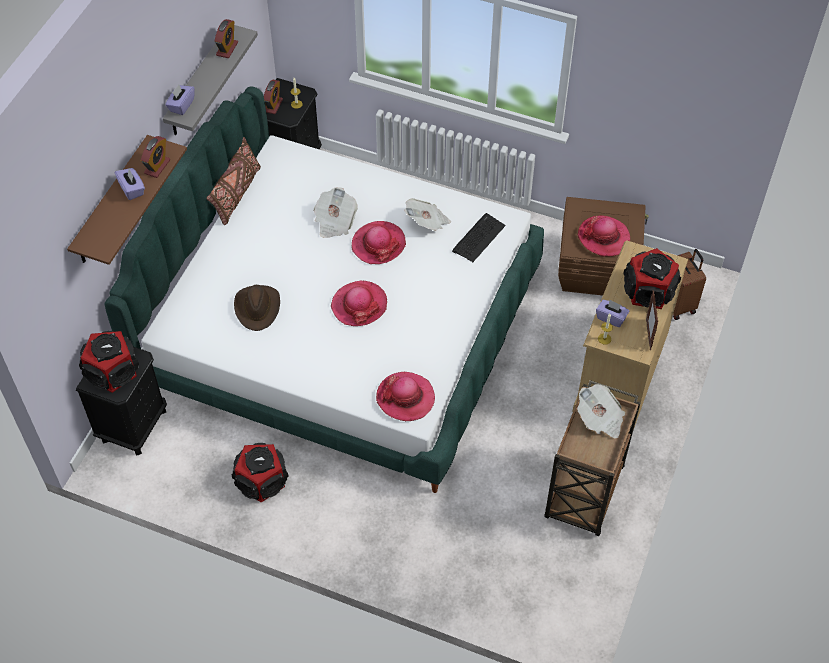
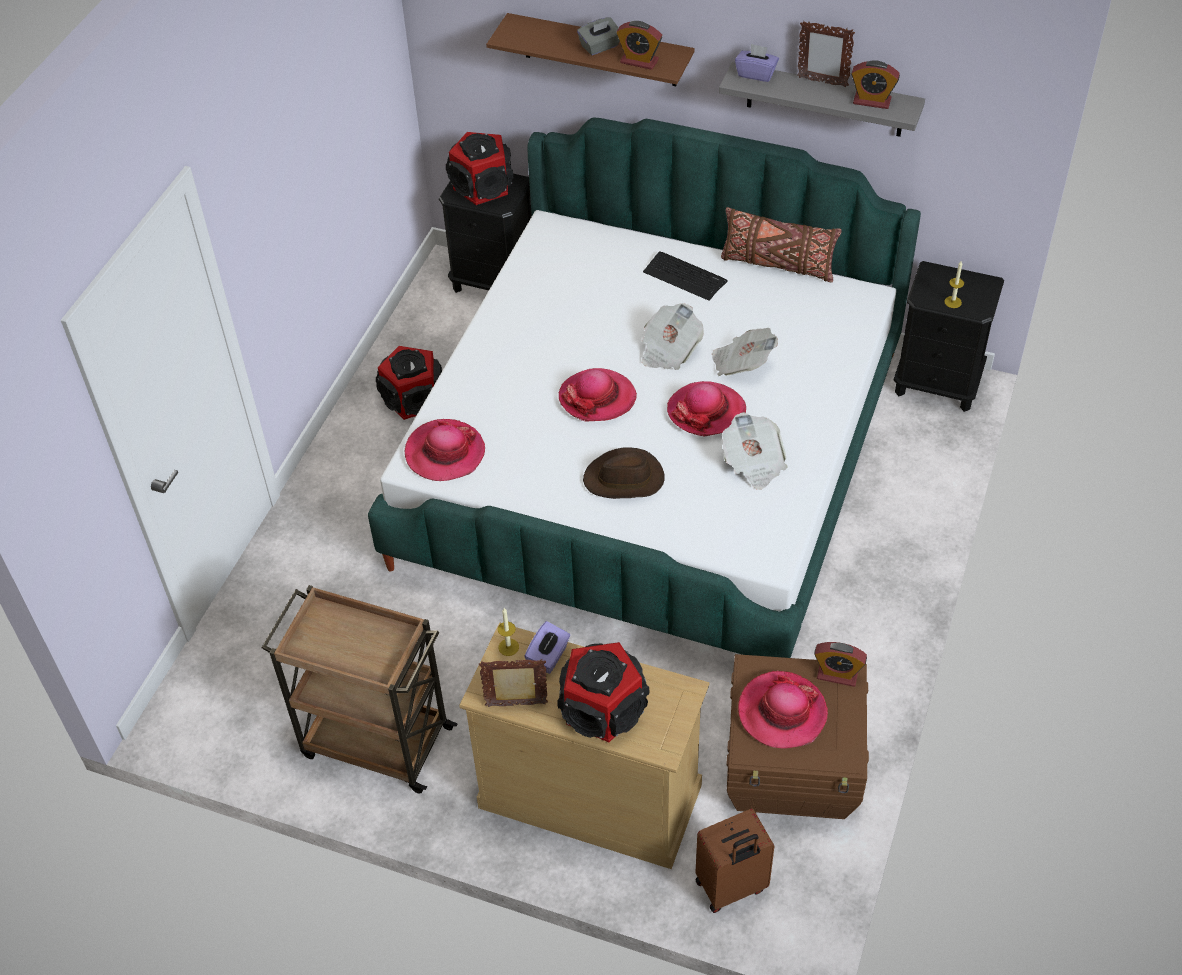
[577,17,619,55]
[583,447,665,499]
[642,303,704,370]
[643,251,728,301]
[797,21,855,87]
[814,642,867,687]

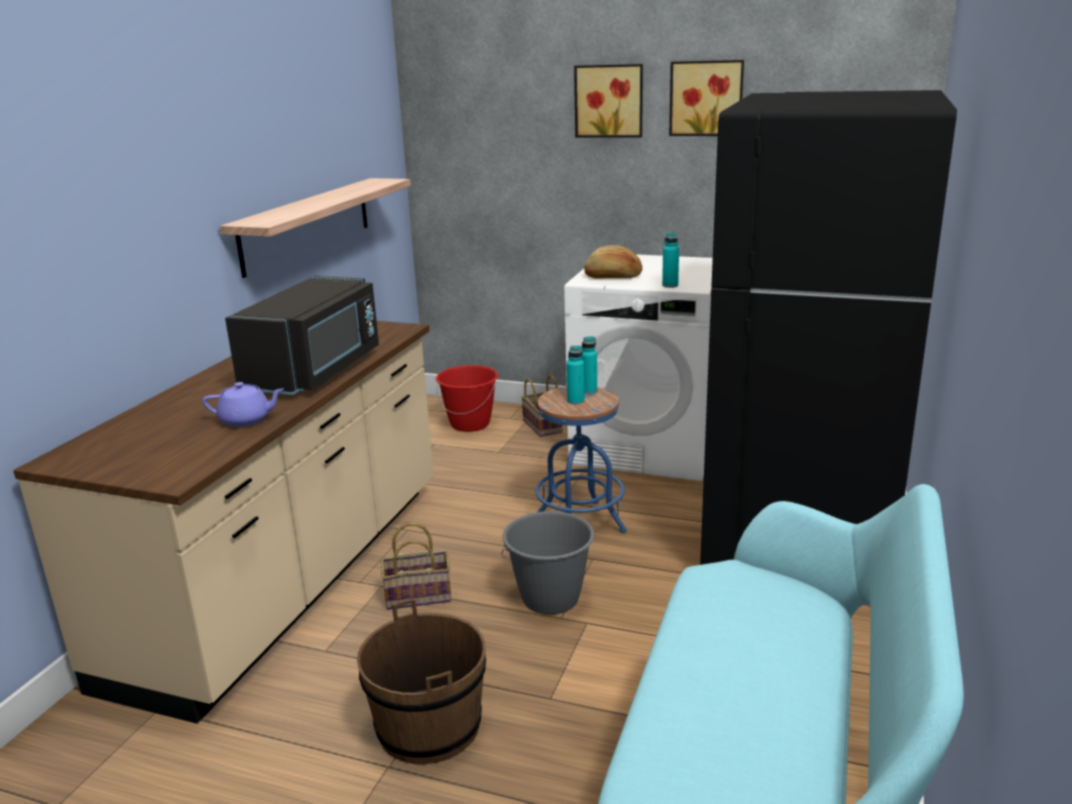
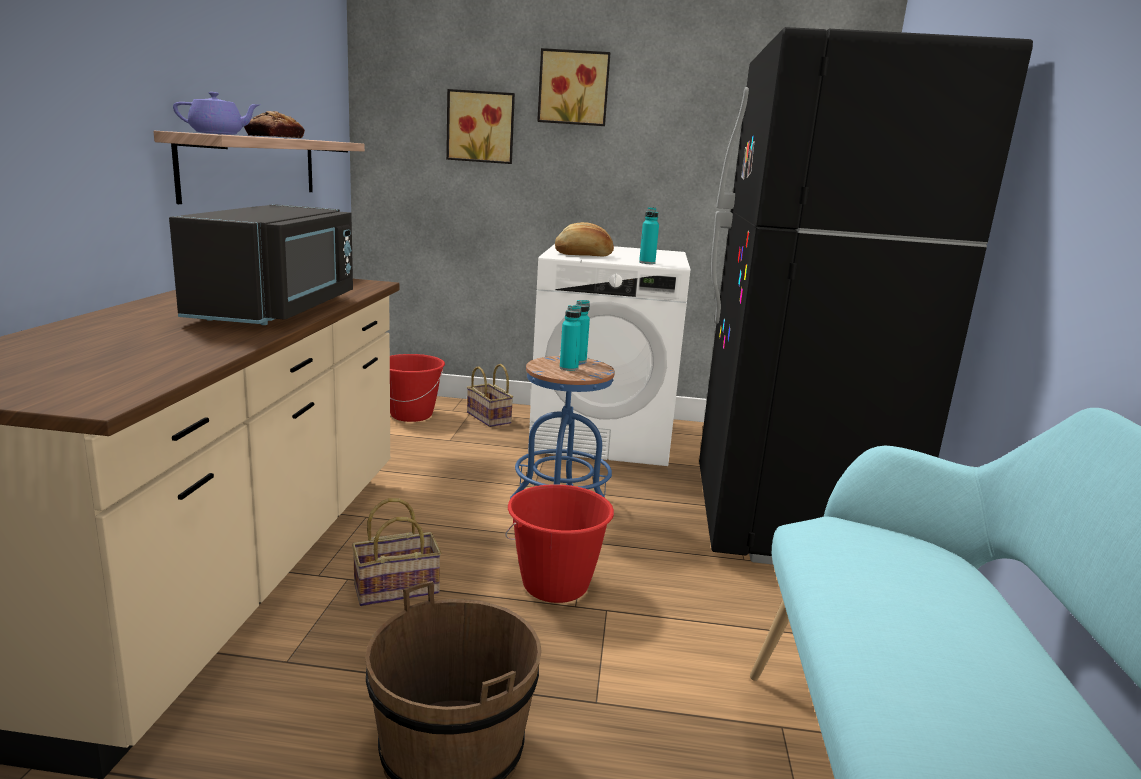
[173,92,259,135]
[244,111,305,138]
[446,89,515,164]
[505,484,614,603]

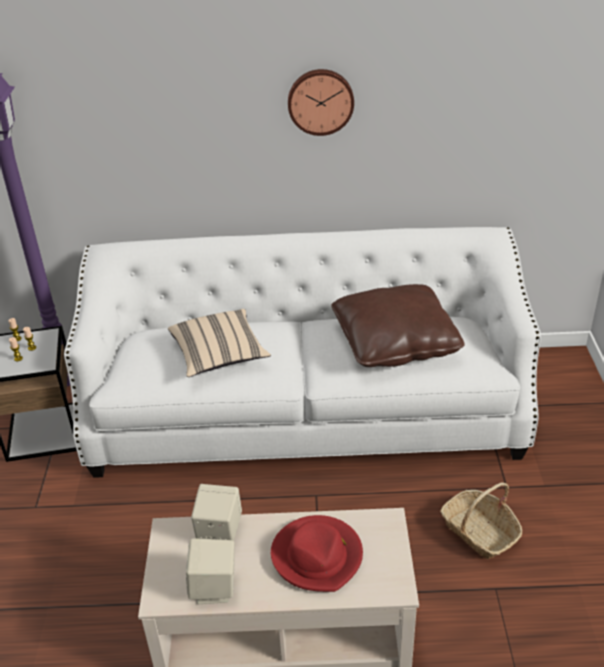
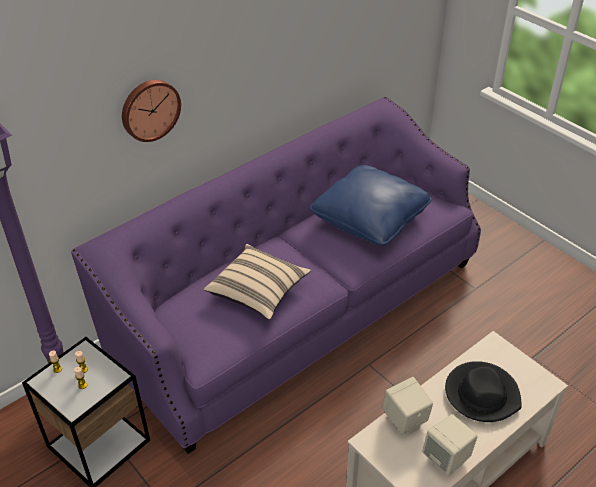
[71,97,481,454]
[122,80,181,142]
[310,165,432,245]
[445,361,522,422]
[440,482,522,560] (first image)

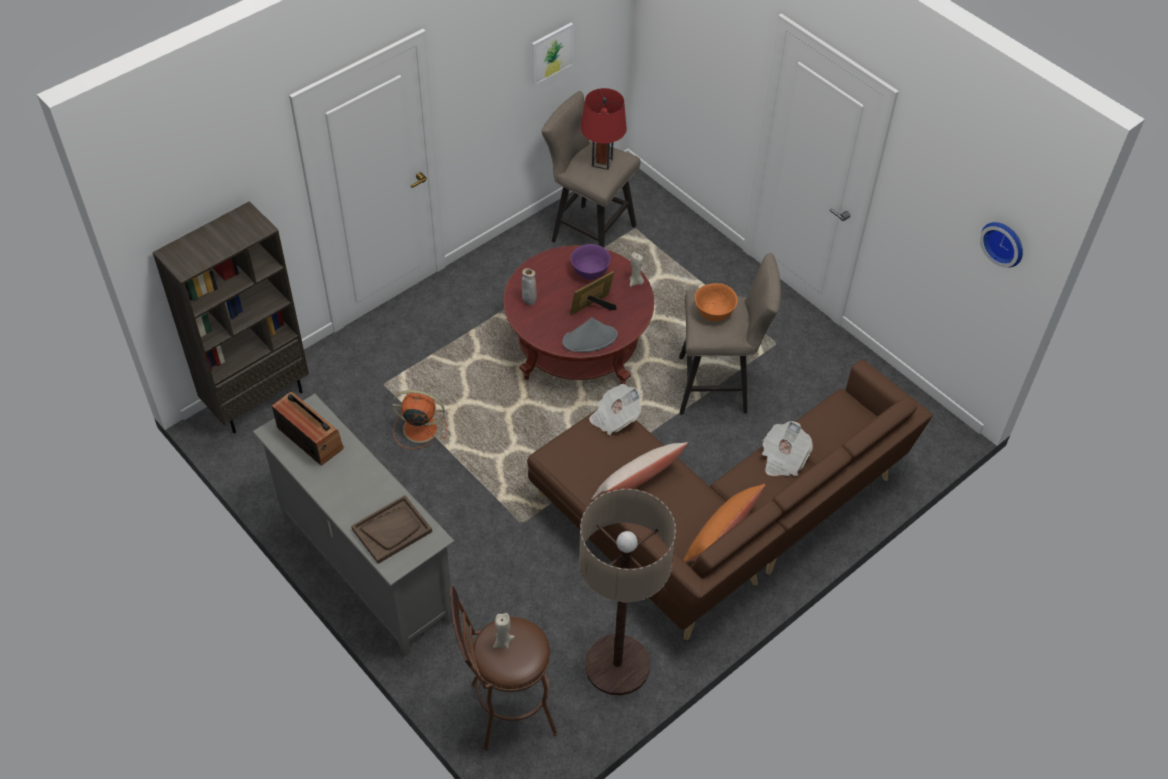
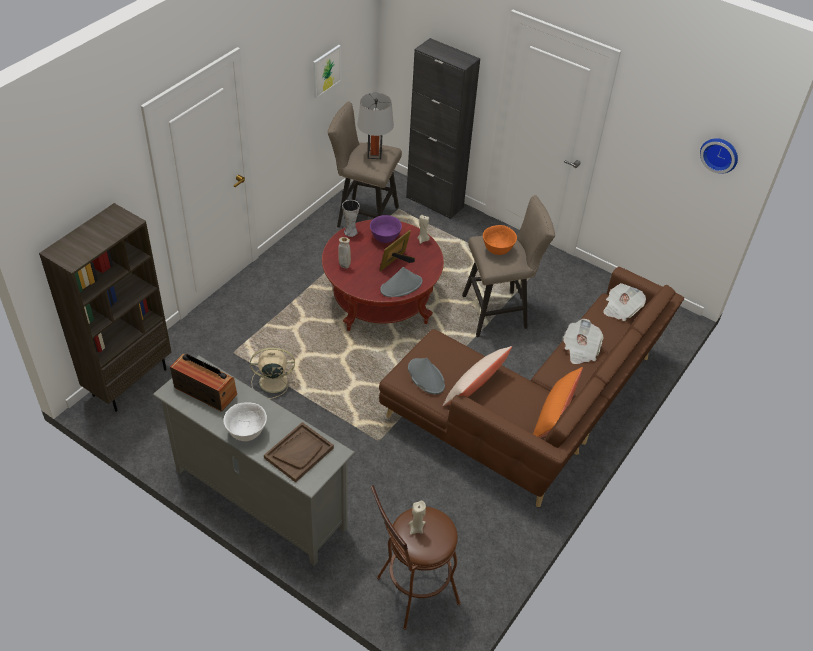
[223,402,267,441]
[250,347,297,399]
[342,200,360,237]
[357,93,394,159]
[406,38,480,219]
[408,358,445,395]
[603,283,646,321]
[579,489,676,696] (first image)

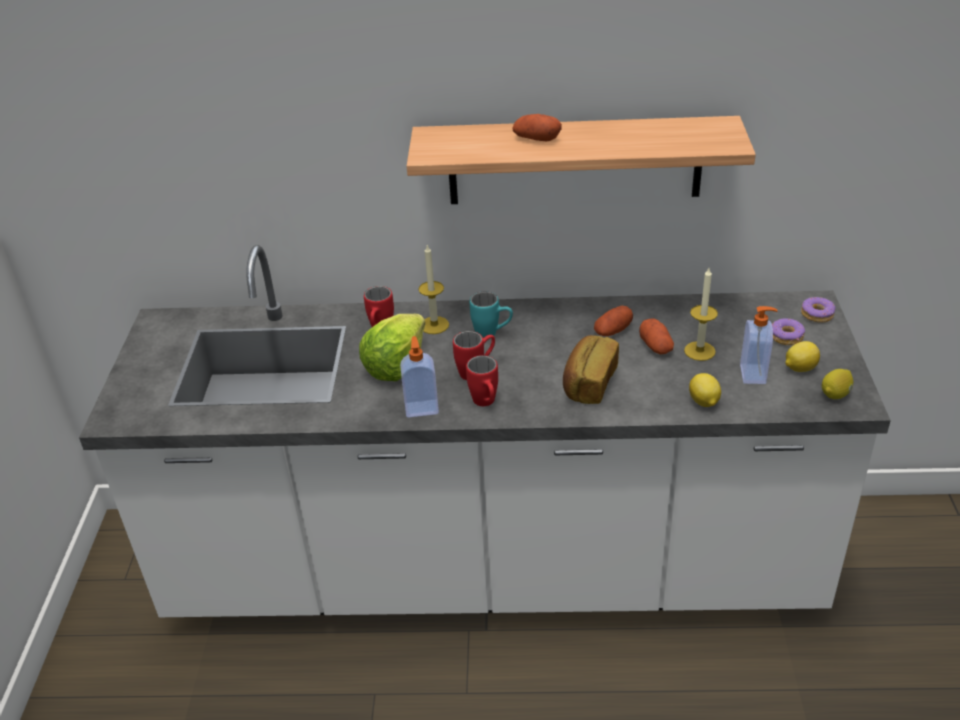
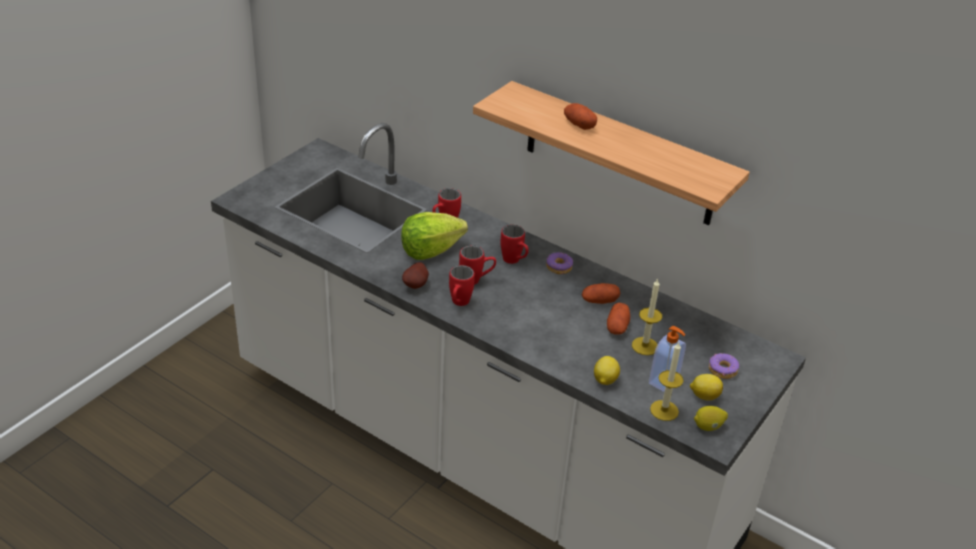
[402,262,429,289]
[501,225,529,264]
[546,252,573,274]
[650,342,684,421]
[563,335,619,404] (first image)

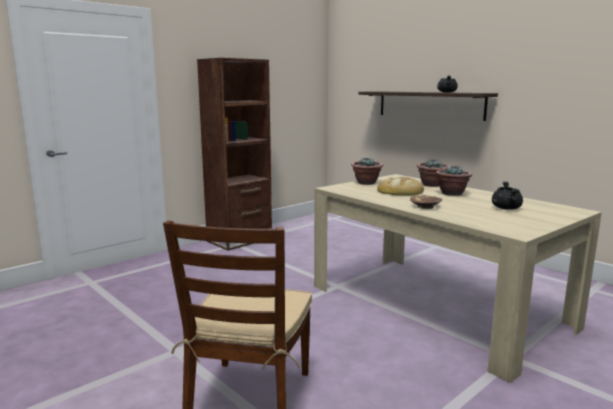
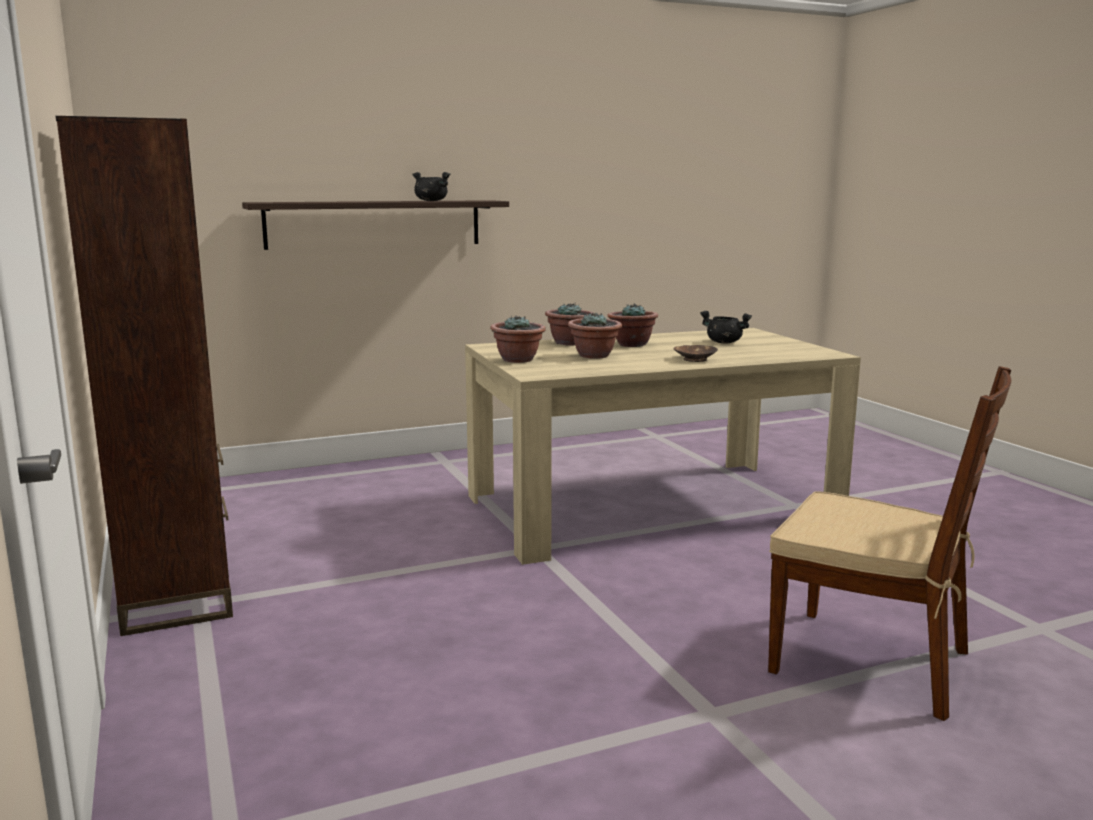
[568,312,622,359]

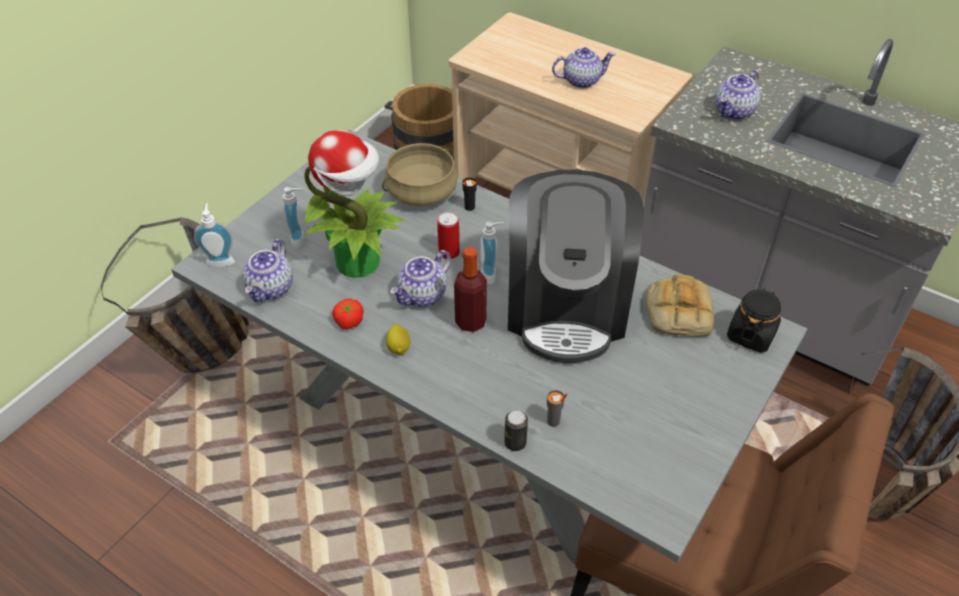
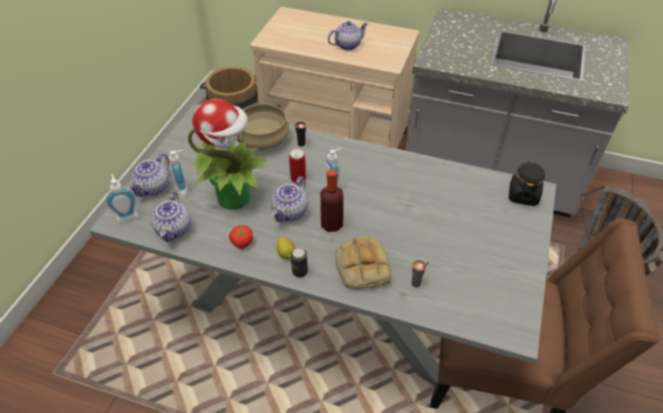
[127,153,169,197]
[291,248,308,278]
[335,237,392,289]
[101,217,249,373] (first image)
[508,170,644,363] (first image)

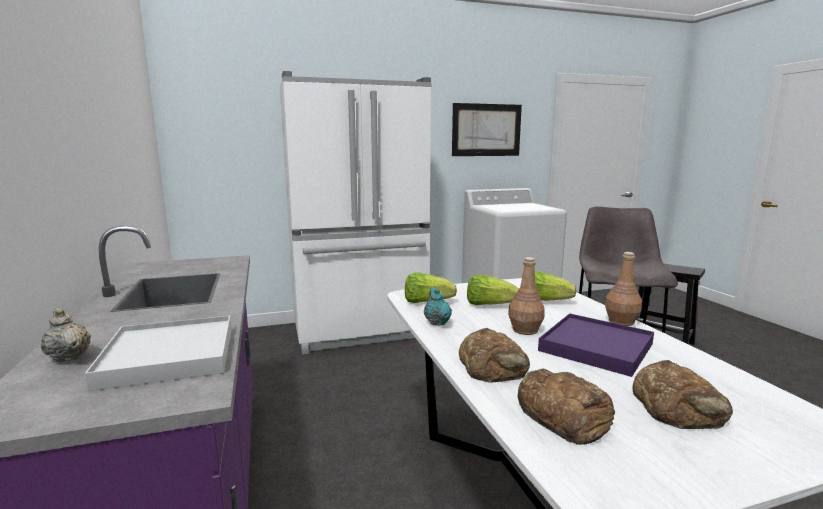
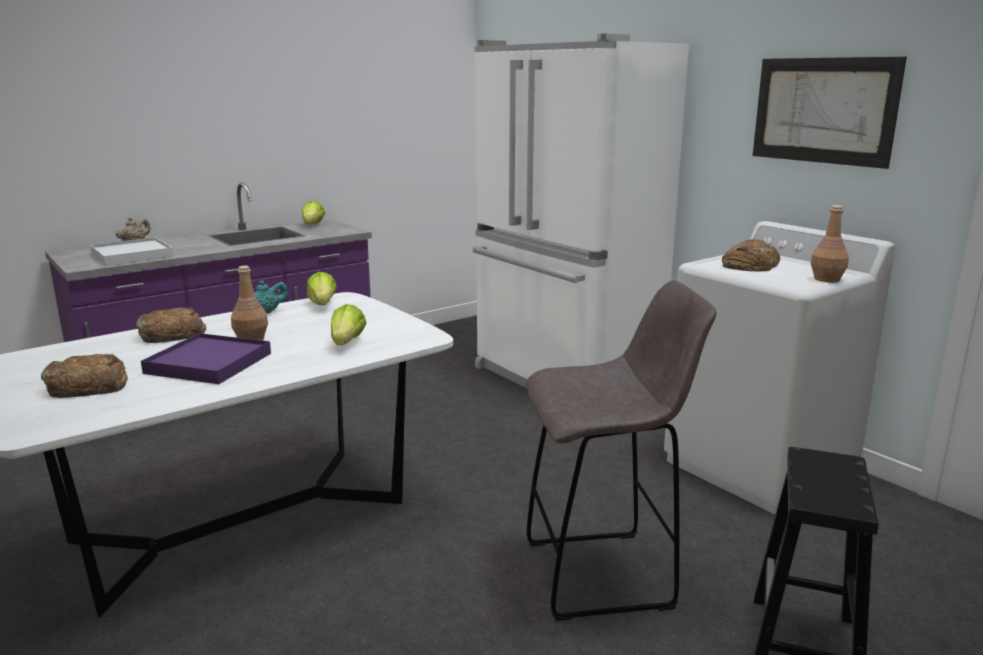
[302,200,325,224]
[722,239,780,271]
[811,205,849,283]

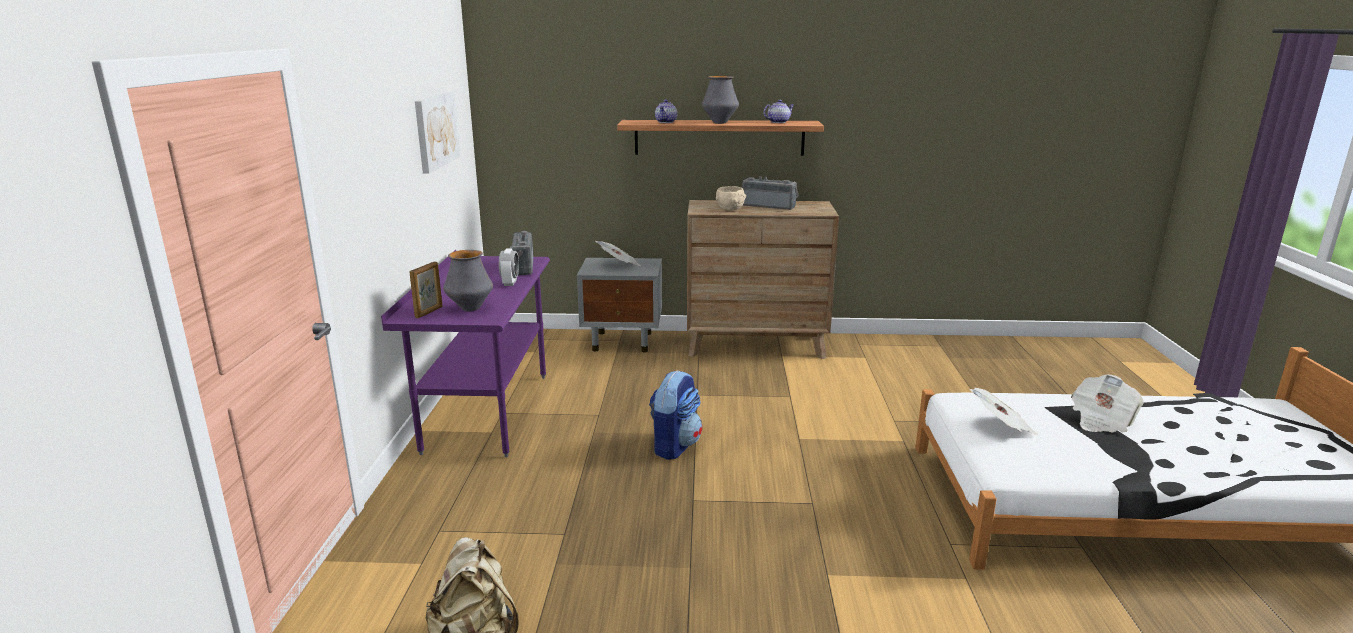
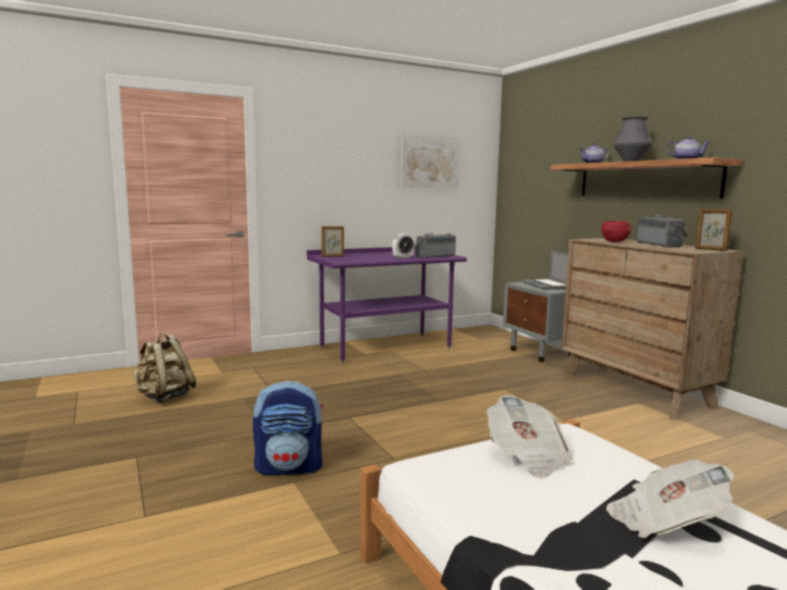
[253,381,323,475]
[523,250,568,289]
[601,221,631,242]
[695,209,733,251]
[443,250,493,312] (first image)

